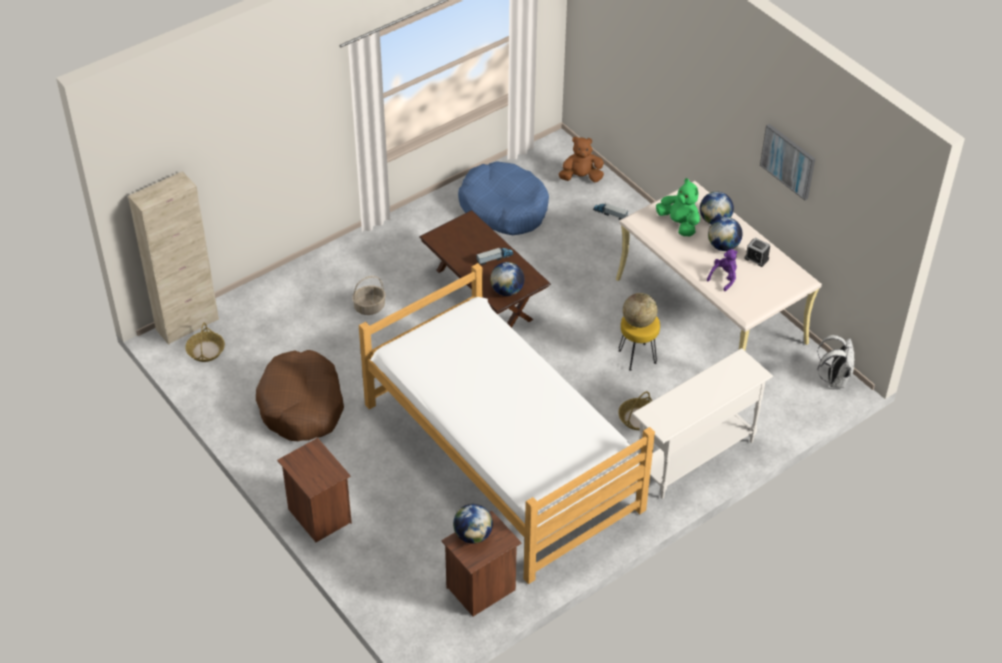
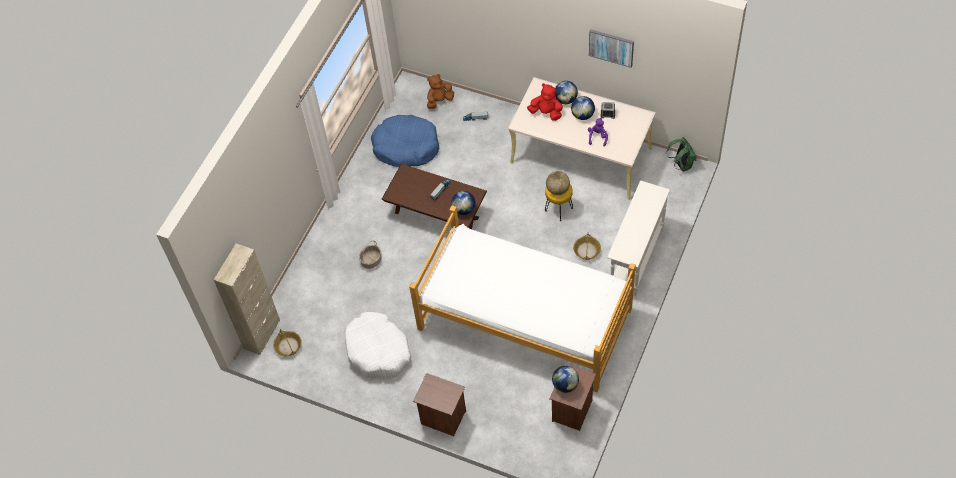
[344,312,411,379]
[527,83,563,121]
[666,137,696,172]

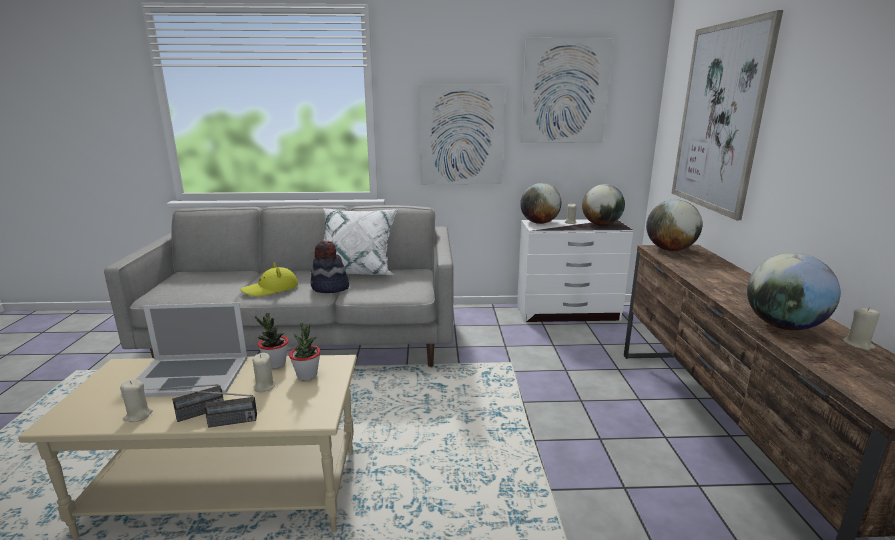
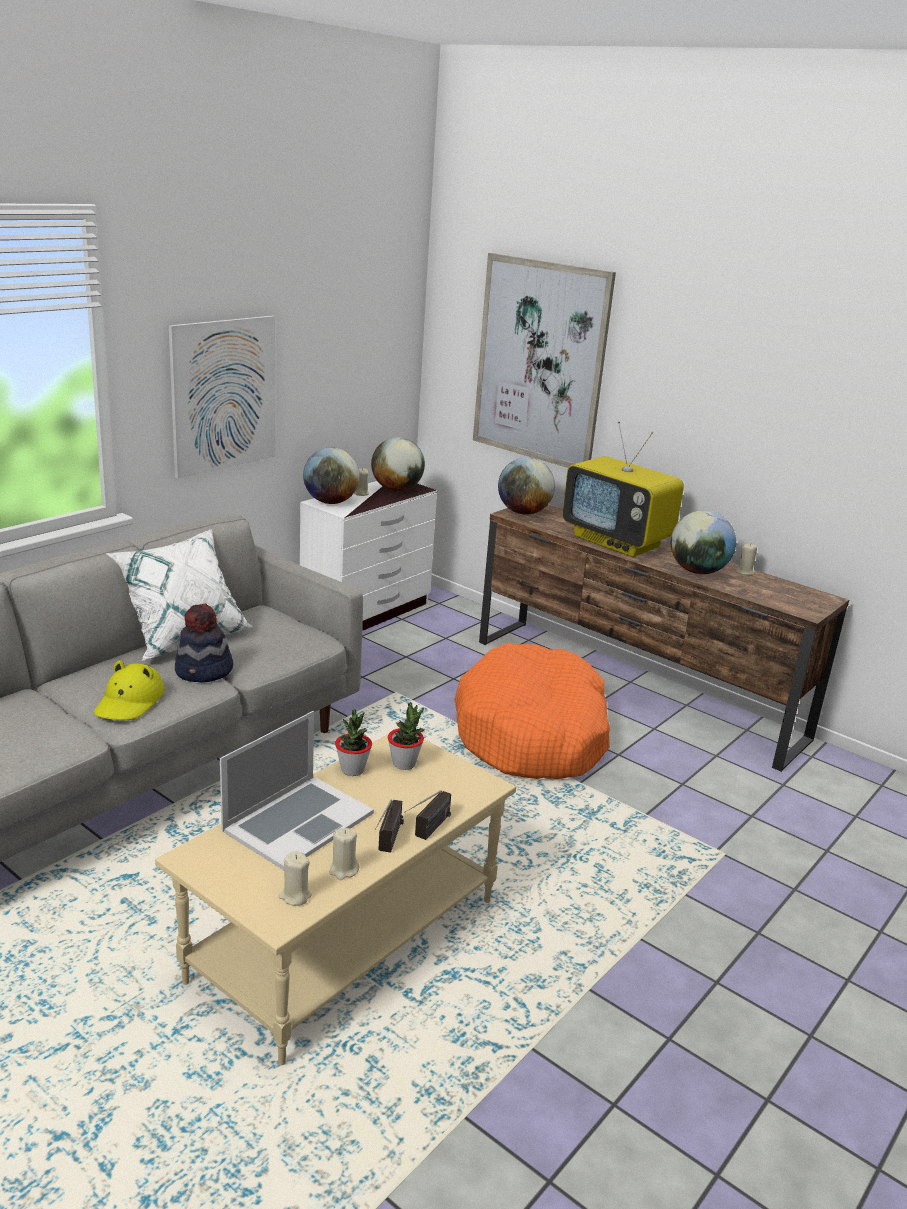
[278,851,312,906]
[454,643,610,779]
[562,421,684,557]
[520,38,613,143] (first image)

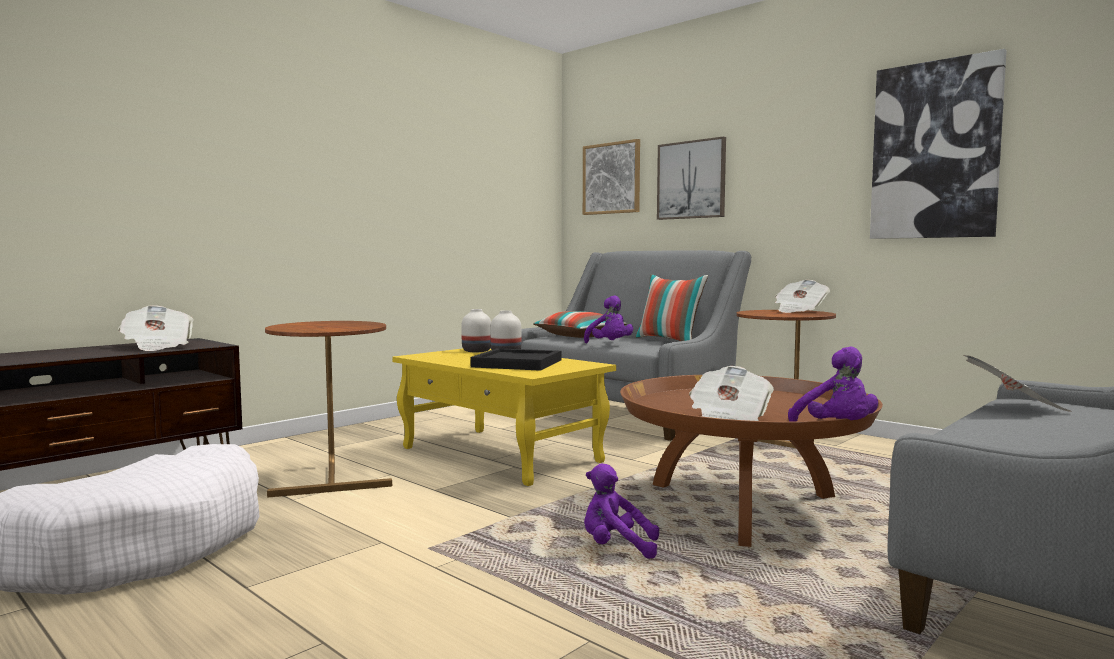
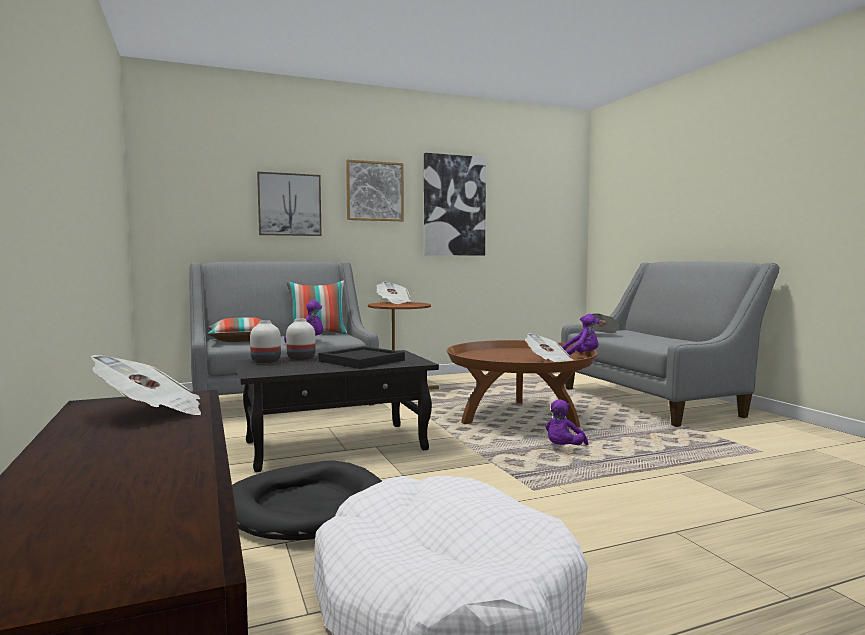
[232,461,382,541]
[234,350,439,472]
[346,159,404,221]

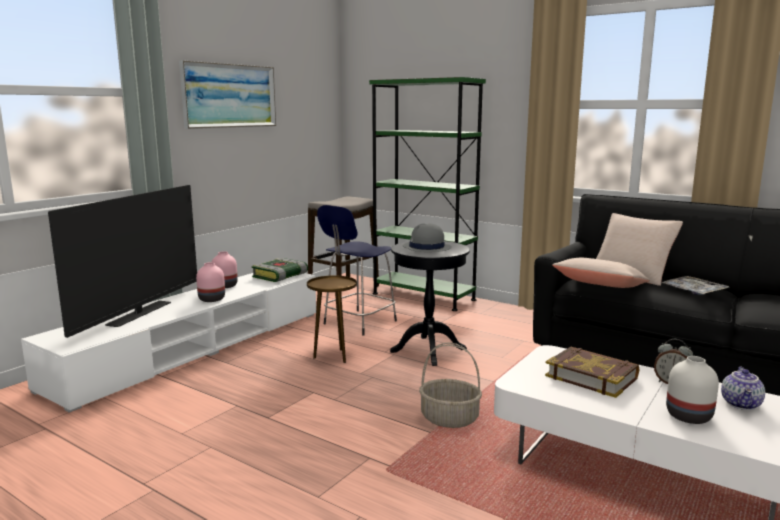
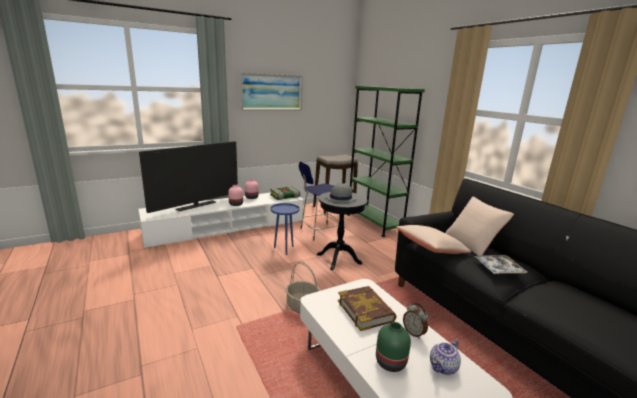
[271,203,300,255]
[376,322,411,372]

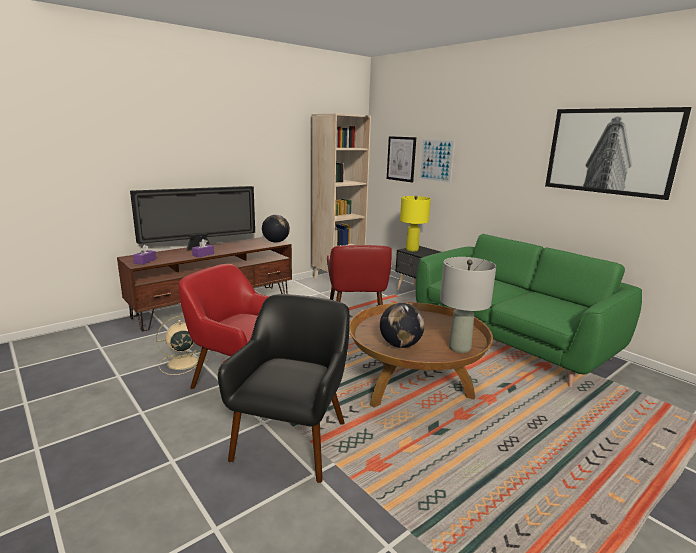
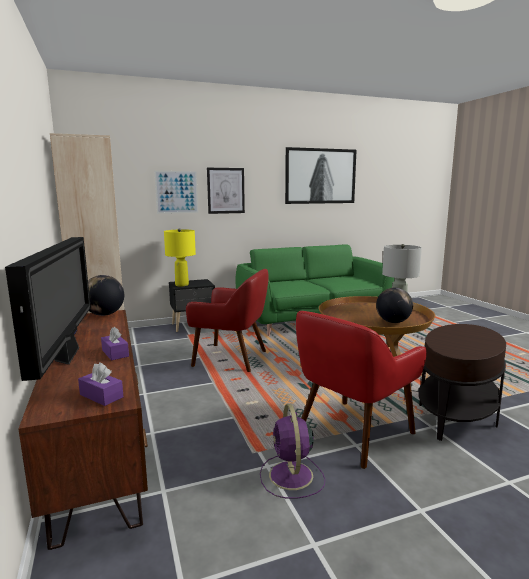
[207,168,245,214]
[260,404,325,499]
[419,324,506,441]

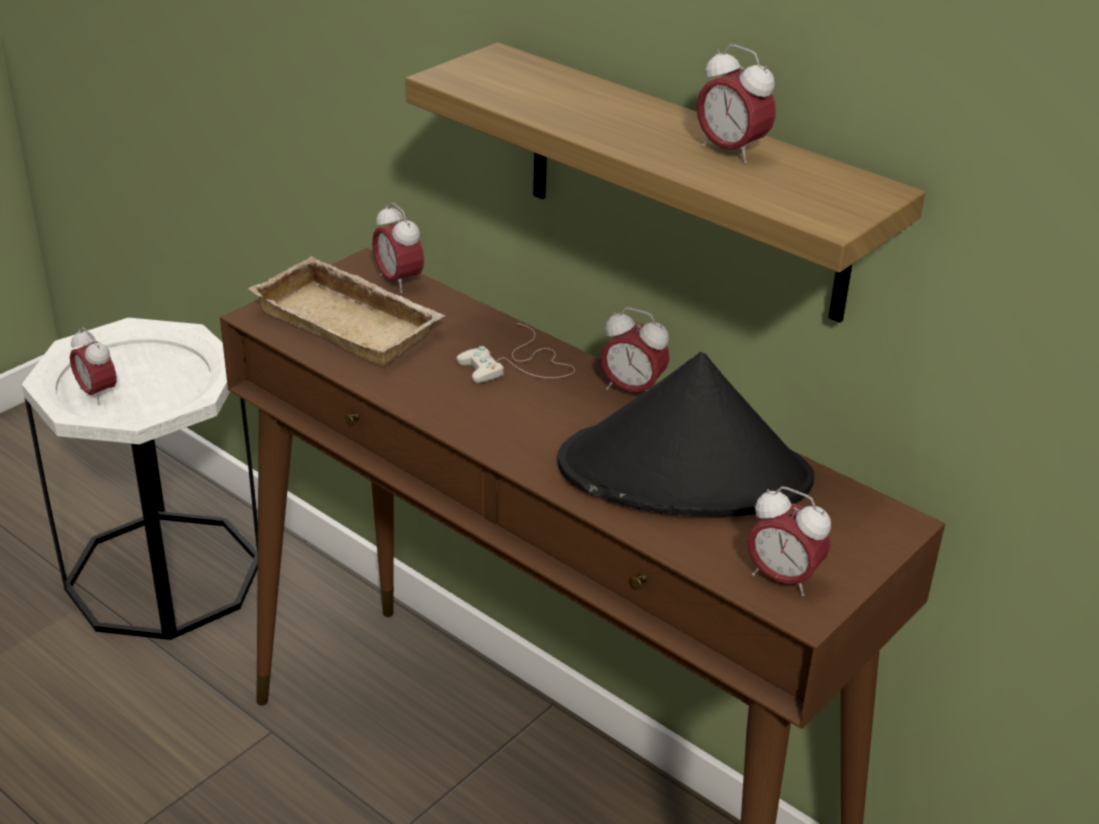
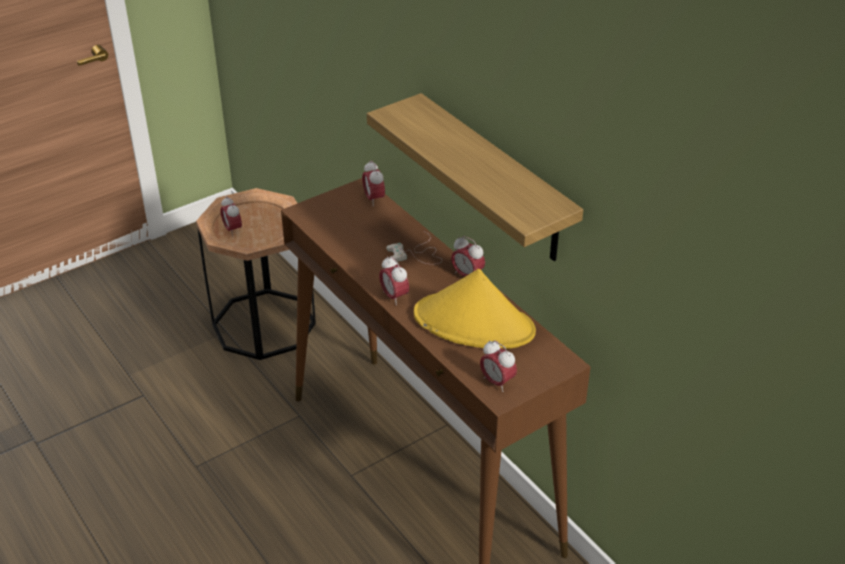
[196,188,316,360]
[379,256,409,305]
[414,269,536,349]
[248,256,445,367] (first image)

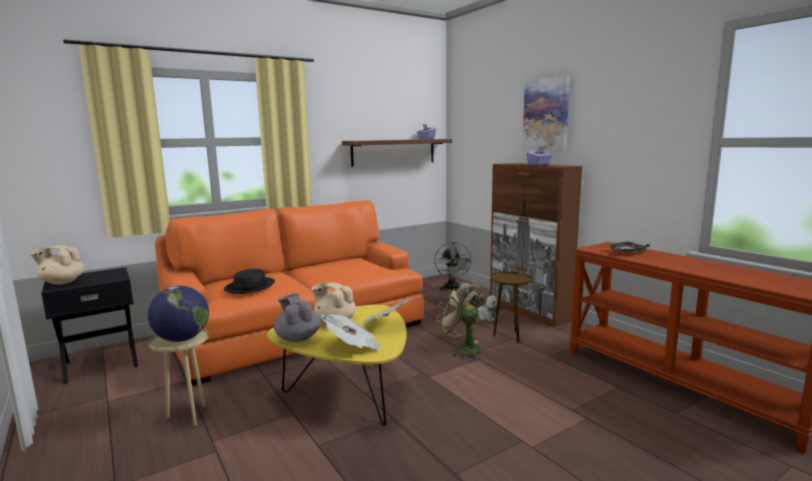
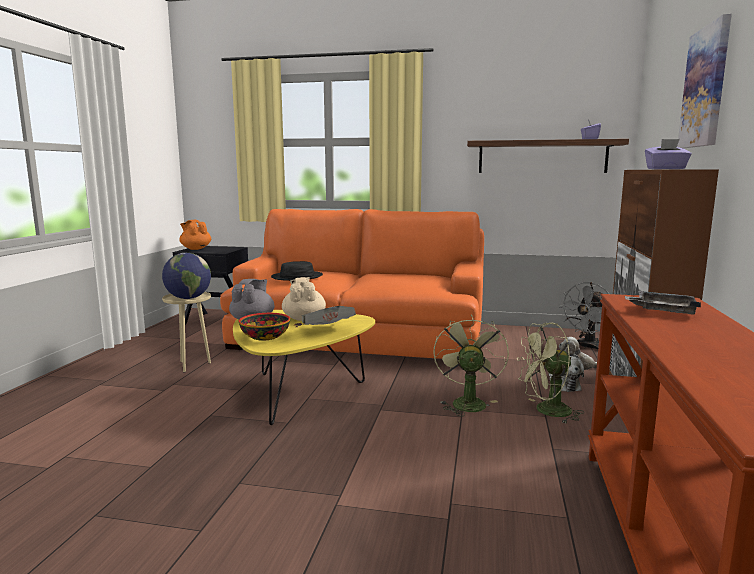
[179,220,211,250]
[239,313,290,341]
[517,323,584,423]

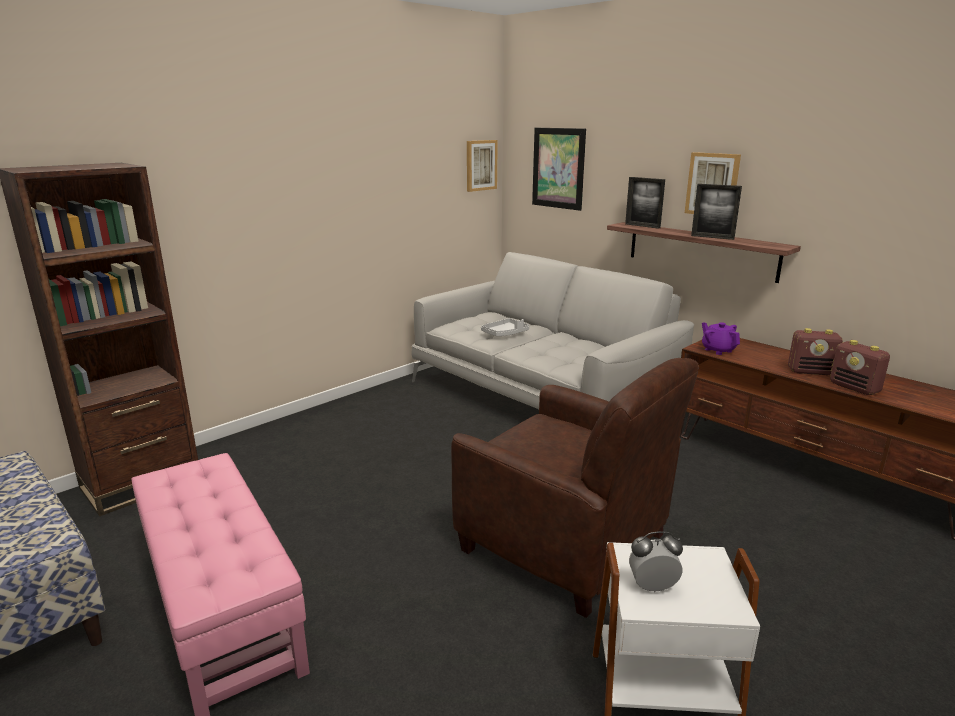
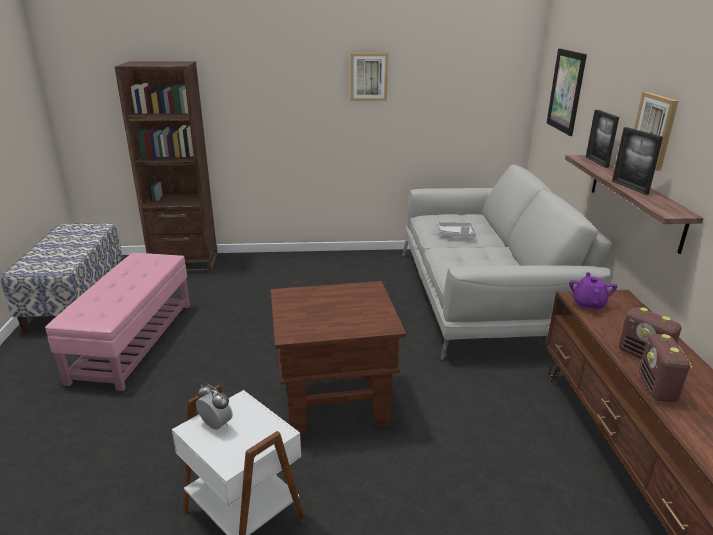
[271,281,406,437]
[350,53,388,101]

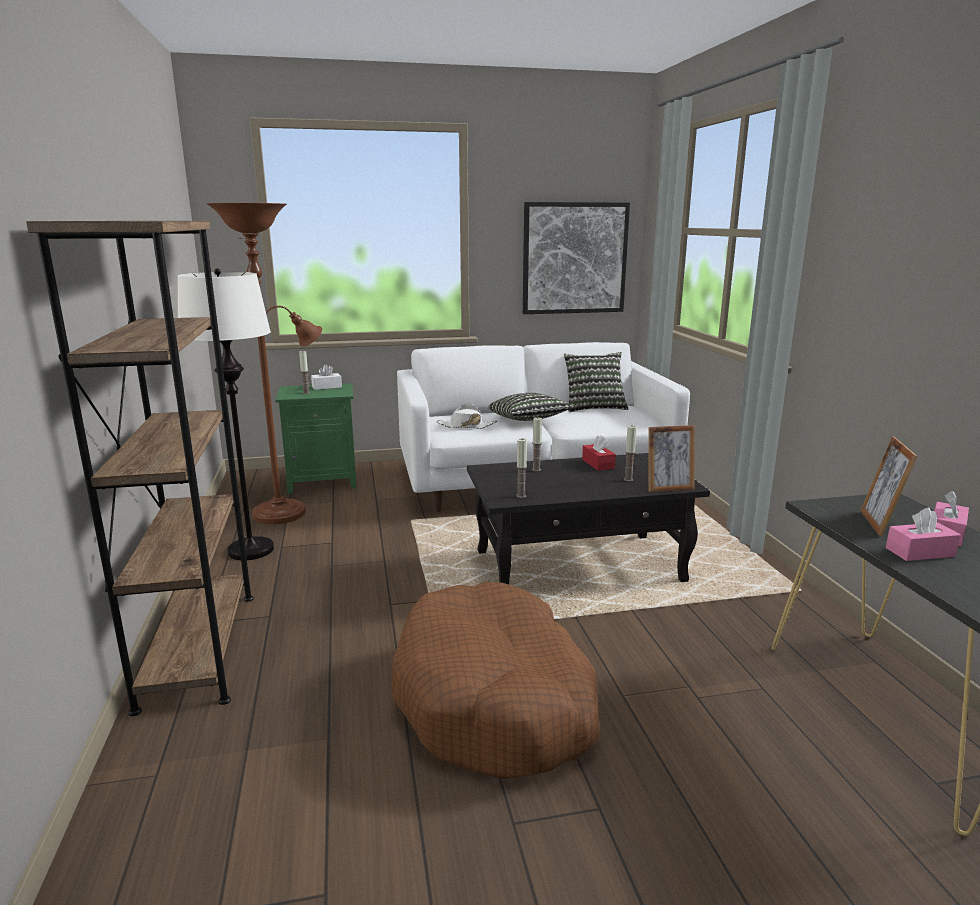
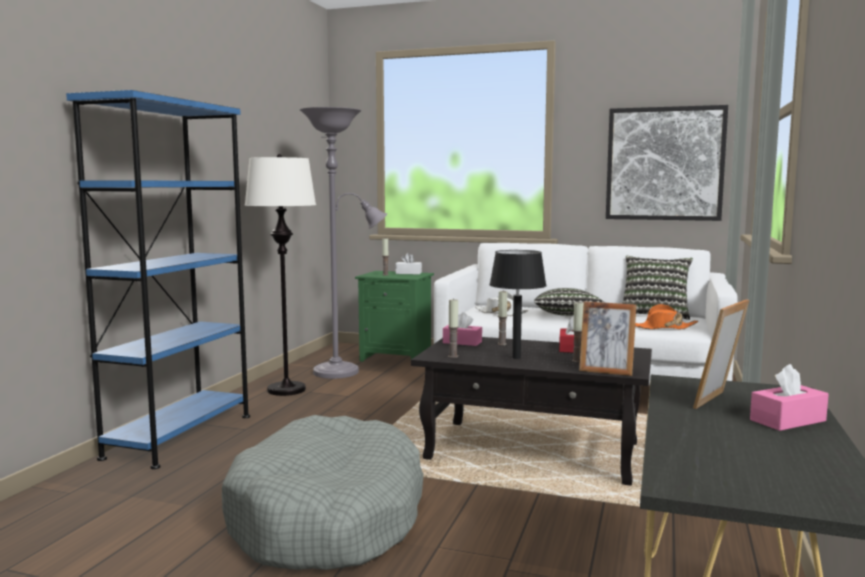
[66,90,250,469]
[222,415,424,570]
[300,107,387,379]
[443,312,482,346]
[489,250,547,359]
[635,304,698,329]

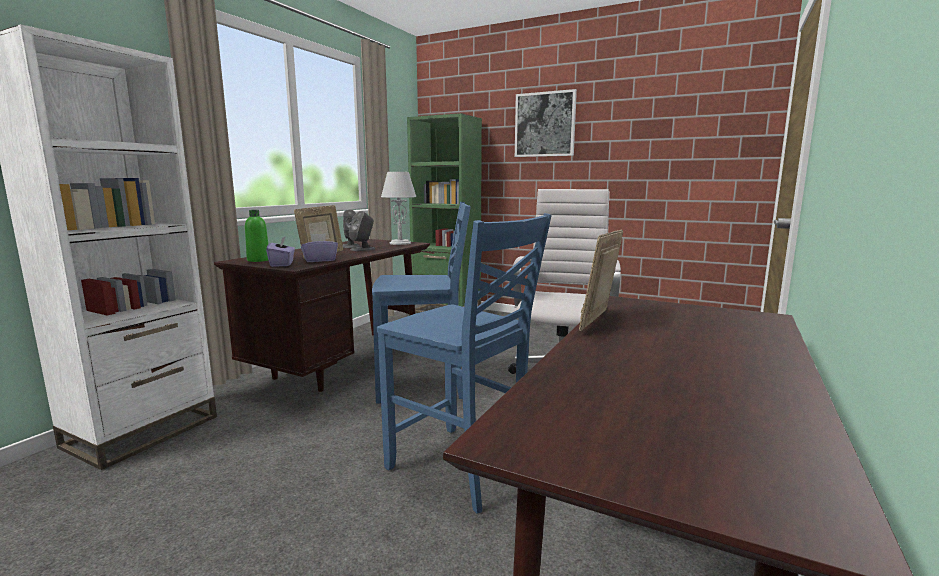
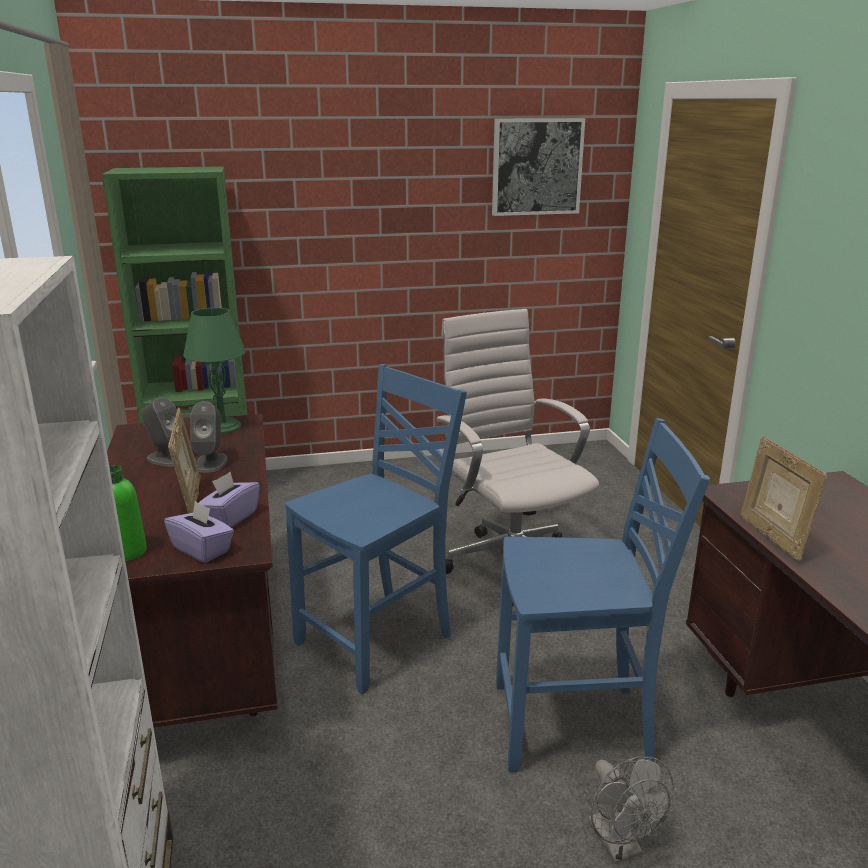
[183,308,246,434]
[492,118,585,216]
[588,756,674,864]

